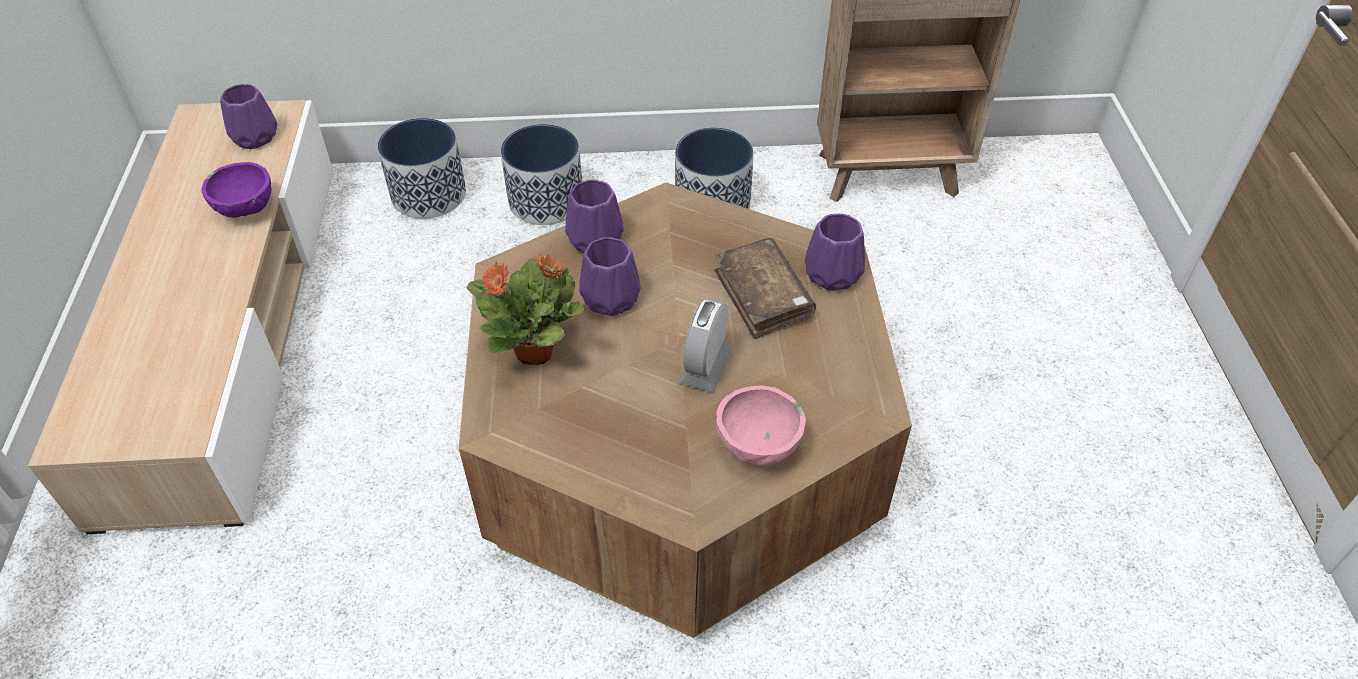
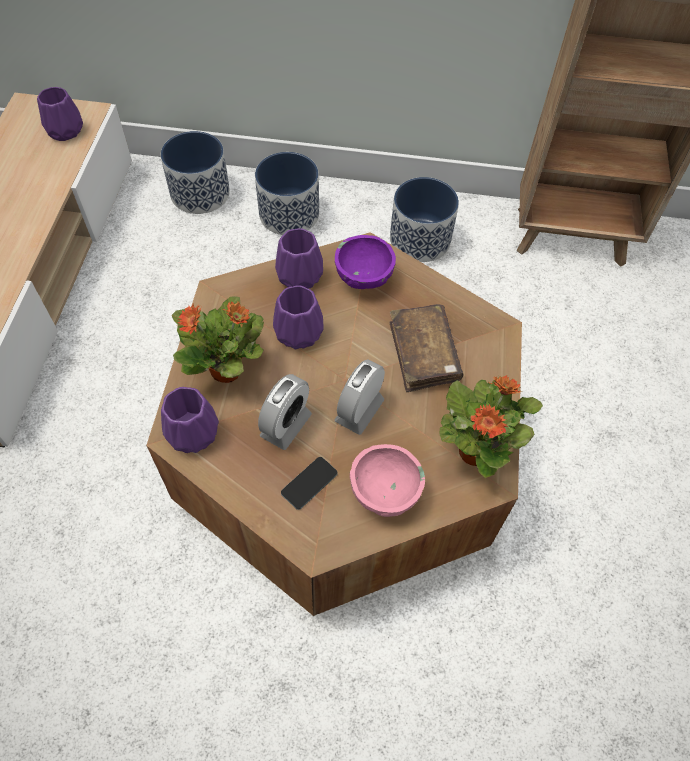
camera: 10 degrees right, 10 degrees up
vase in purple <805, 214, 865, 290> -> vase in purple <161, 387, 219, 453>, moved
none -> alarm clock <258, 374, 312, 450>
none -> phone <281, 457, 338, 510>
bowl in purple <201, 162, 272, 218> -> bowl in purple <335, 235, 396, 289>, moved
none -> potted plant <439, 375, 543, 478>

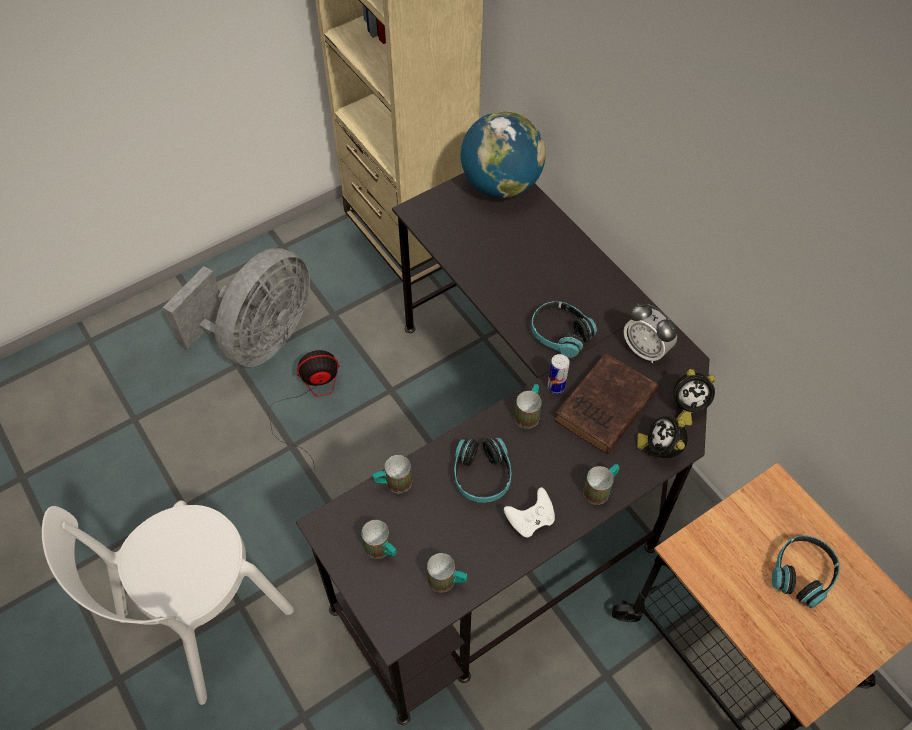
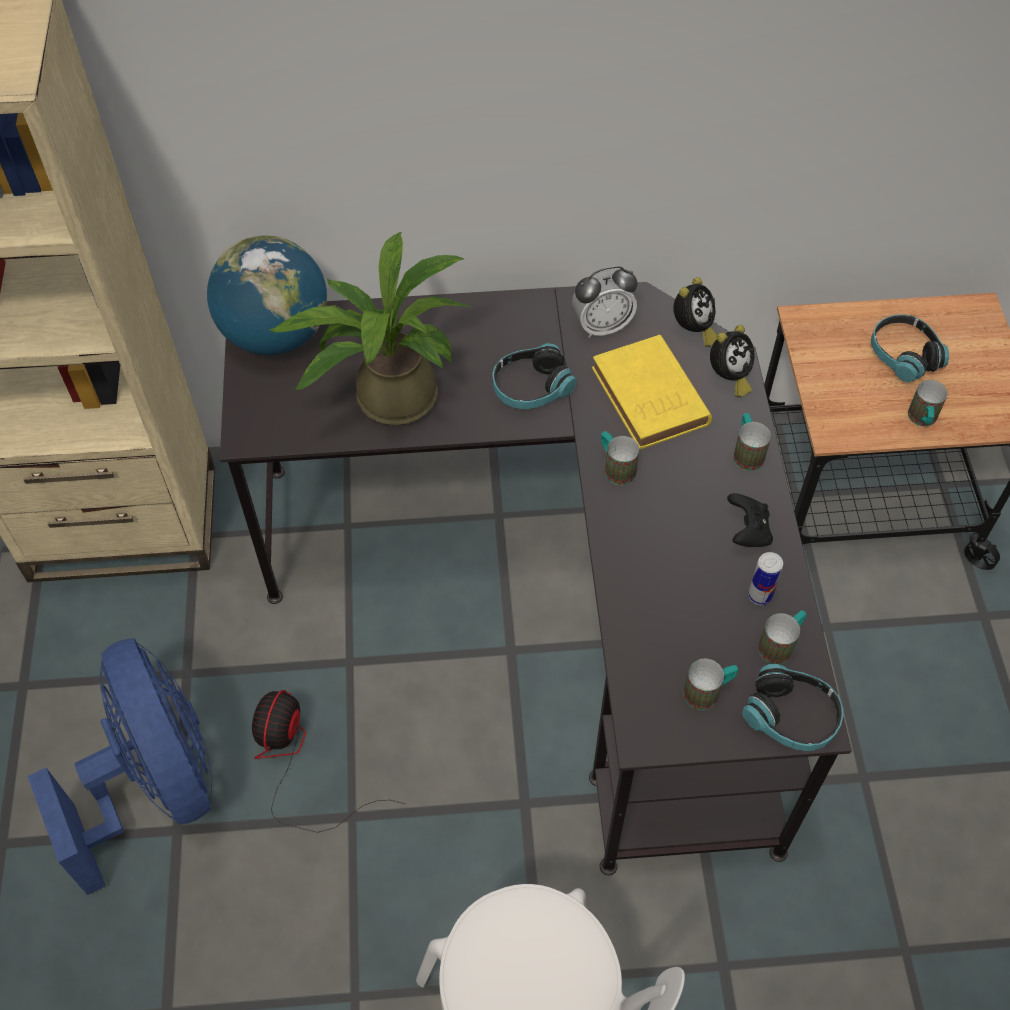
camera: 60 degrees left, 0 degrees up
fan in grey <163, 248, 310, 367> -> fan in blue <27, 638, 212, 895>
none -> potted plant <269, 232, 472, 425>
book in brown <554, 353, 658, 454> -> book in yellow <592, 335, 712, 449>
alarm clock <637, 416, 688, 458> -> alarm clock <710, 325, 754, 397>, 75 degrees counterclockwise
game controller in white <504, 487, 555, 538> -> game controller in black <727, 493, 773, 547>
headphones <454, 438, 512, 503> -> headphones <742, 664, 843, 751>, moved
can <547, 354, 570, 394> -> can <748, 552, 783, 605>, moved
mug <373, 455, 412, 493> -> mug <908, 380, 948, 427>, moved

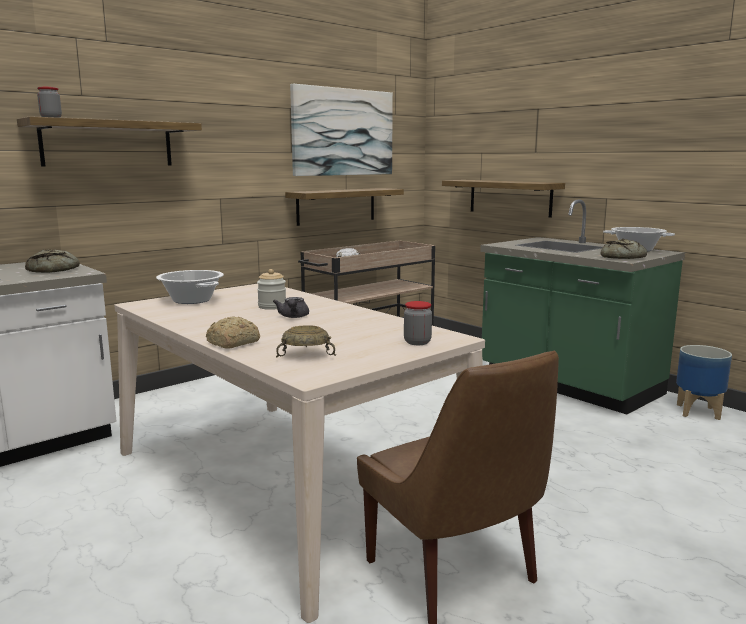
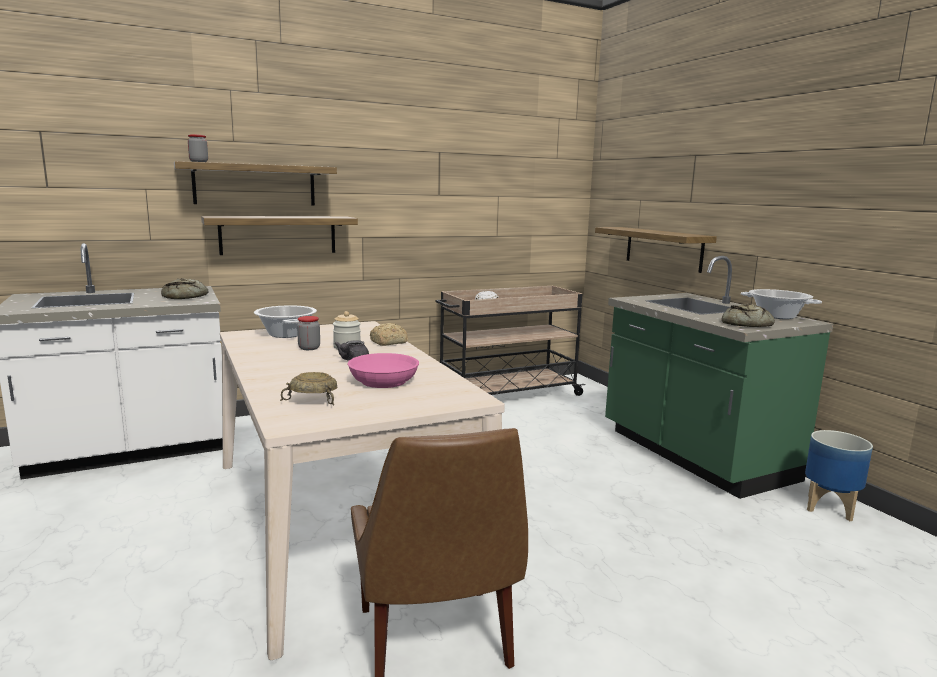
camera: 15 degrees right, 0 degrees up
shelf <285, 188, 404, 226> -> shelf <201, 216, 358, 255>, moved
jar <404, 301, 432, 345> -> jar <297, 316, 320, 350>, moved
none -> bowl in pink <347, 353, 419, 388>
bread <206, 316, 260, 349> -> bread <370, 323, 408, 346>, moved
picture <290, 83, 393, 176> -> none

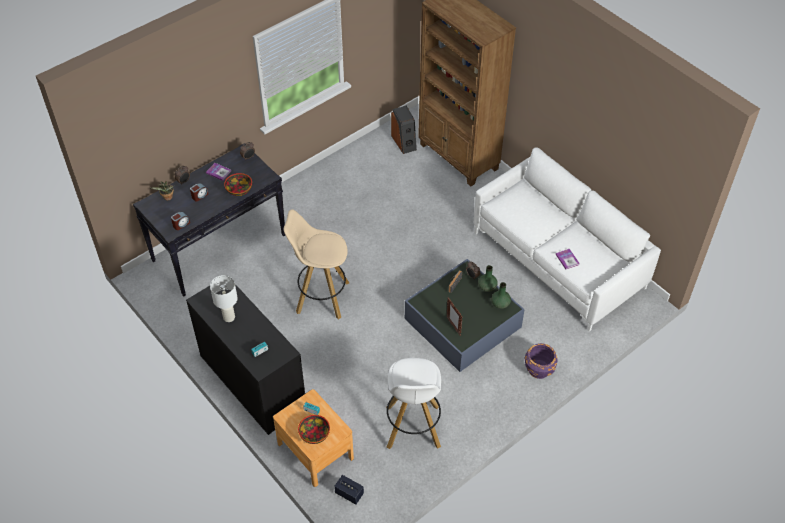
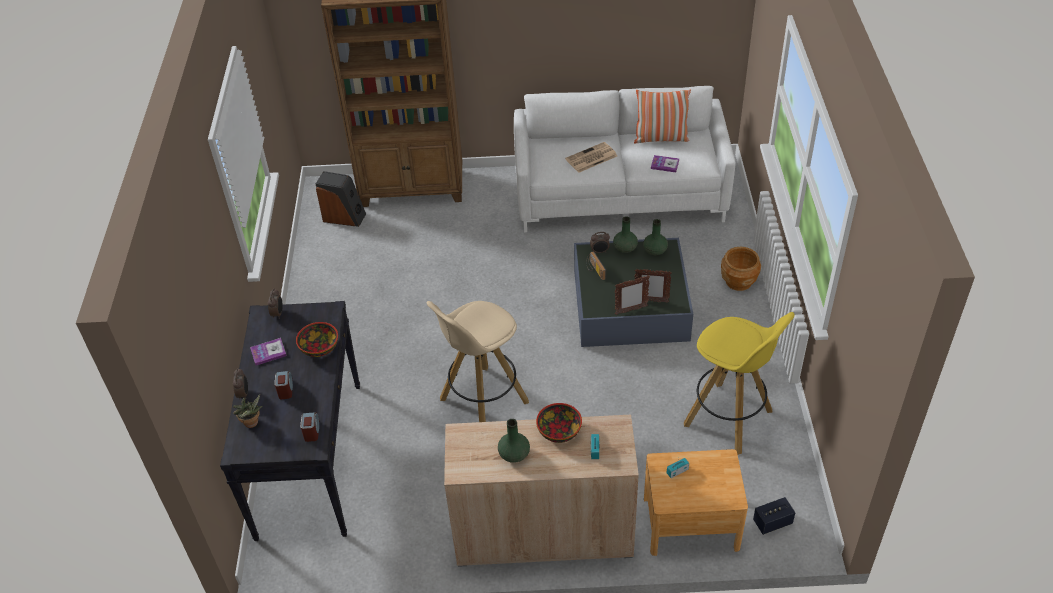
camera: 50 degrees left, 5 degrees down
cabinet in black <186, 275, 305, 435> -> cabinet in beige <444, 415, 639, 567>
table lamp in white <210, 275, 238, 322> -> vase in green <498, 419, 530, 463>
bowl <298, 415, 330, 444> -> bowl <536, 403, 582, 443>, moved
none -> newspaper <565, 142, 617, 173>
none -> picture frame <615, 275, 650, 315>
none -> pillow <634, 90, 691, 143>
stool in white <386, 358, 441, 449> -> stool in yellow <684, 312, 795, 455>
planter in purple <525, 343, 558, 379> -> planter in brown <721, 247, 761, 291>

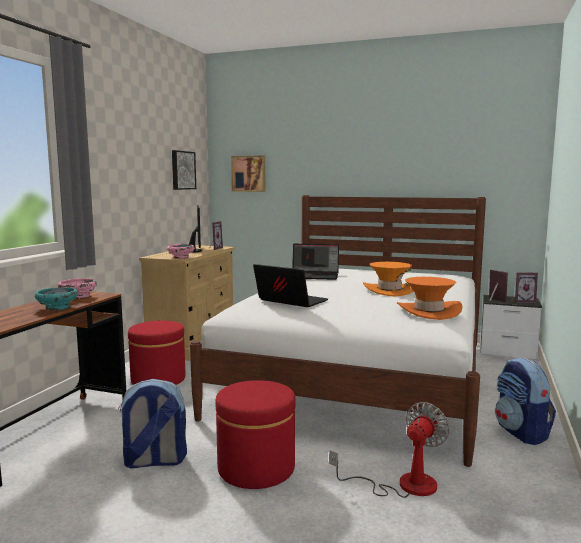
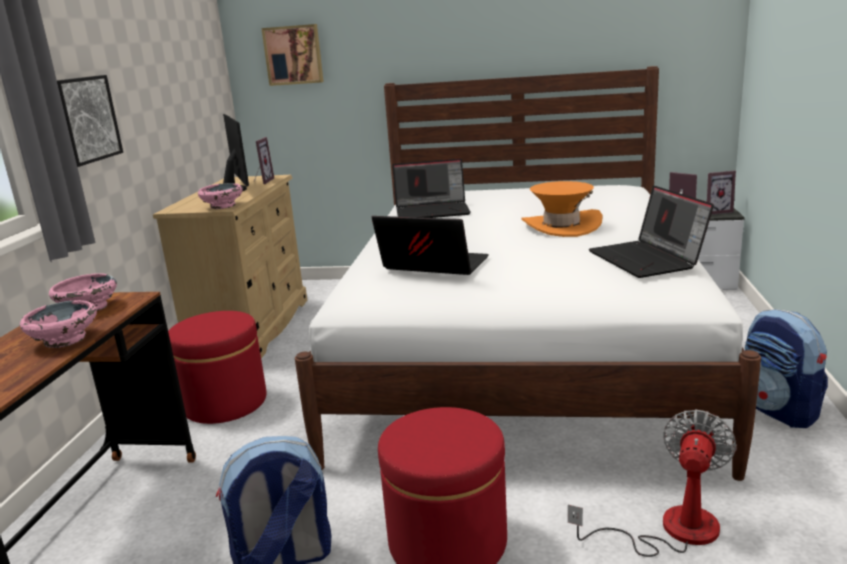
camera: 10 degrees left, 10 degrees up
bowl in turquoise <35, 287, 78, 311> -> bowl in pink <20, 300, 97, 348>
picture <172, 150, 196, 190> -> picture <57, 75, 123, 167>, moved
hat in orange <397, 277, 463, 320> -> laptop <589, 186, 714, 278>

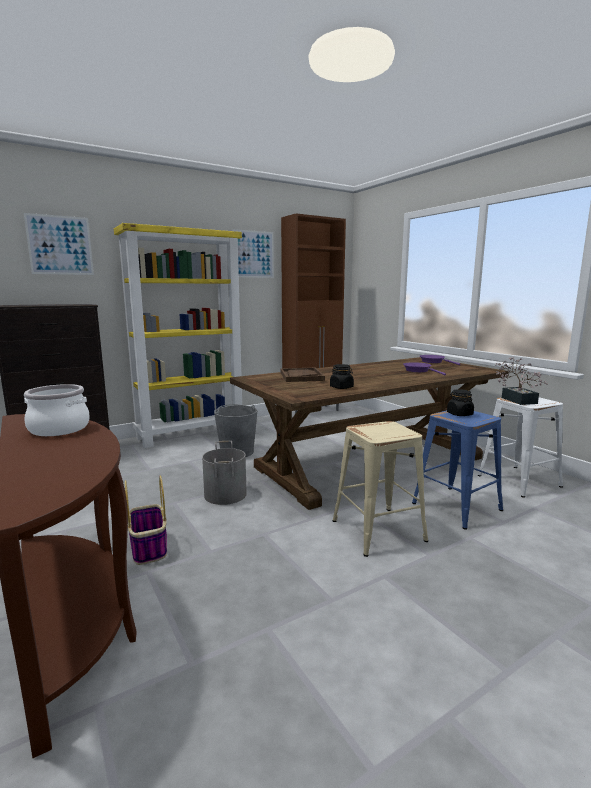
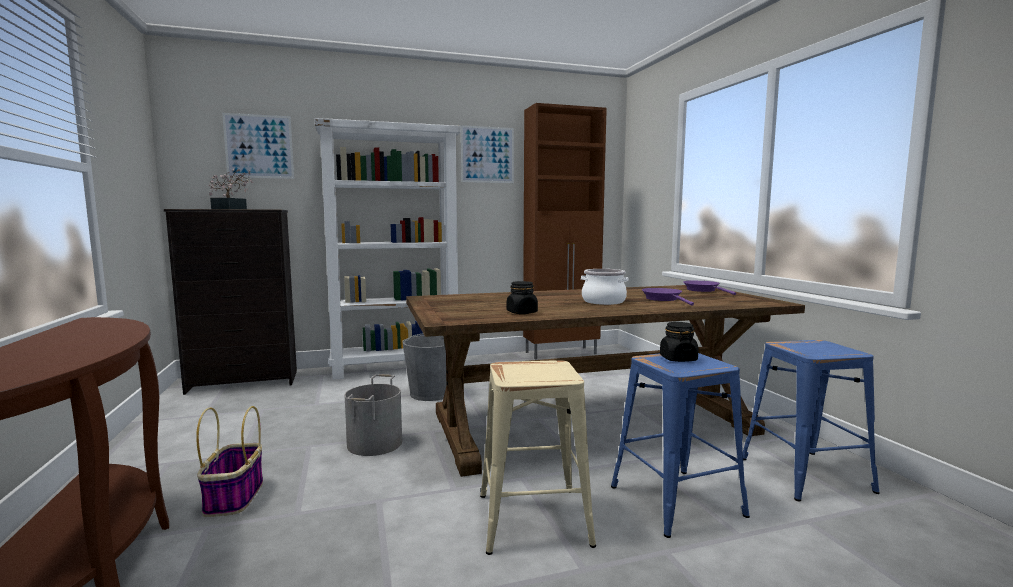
camera: 15 degrees right, 5 degrees down
potted plant <495, 357, 547, 405> -> potted plant <209, 168, 253, 209>, moved
bookcase in yellow <114, 223, 242, 448> -> bookcase in white <315, 118, 460, 380>
cooking pot <24, 384, 90, 436> -> cooking pot <581, 269, 629, 305>, moved
stool in white <478, 397, 563, 498> -> stool in blue <743, 340, 880, 502>
tray in brown <280, 368, 325, 382> -> none

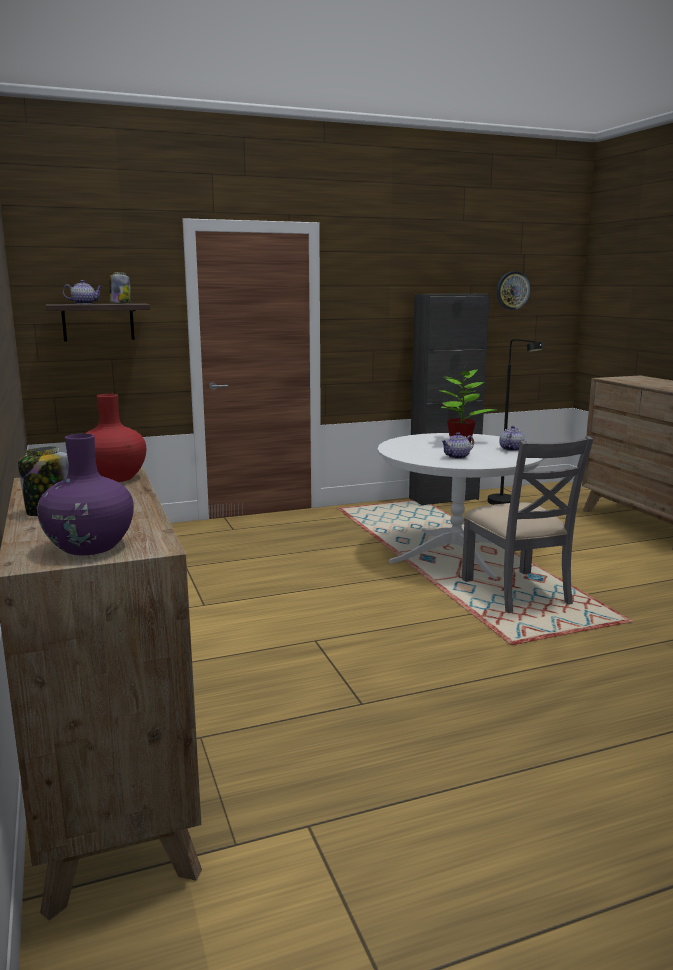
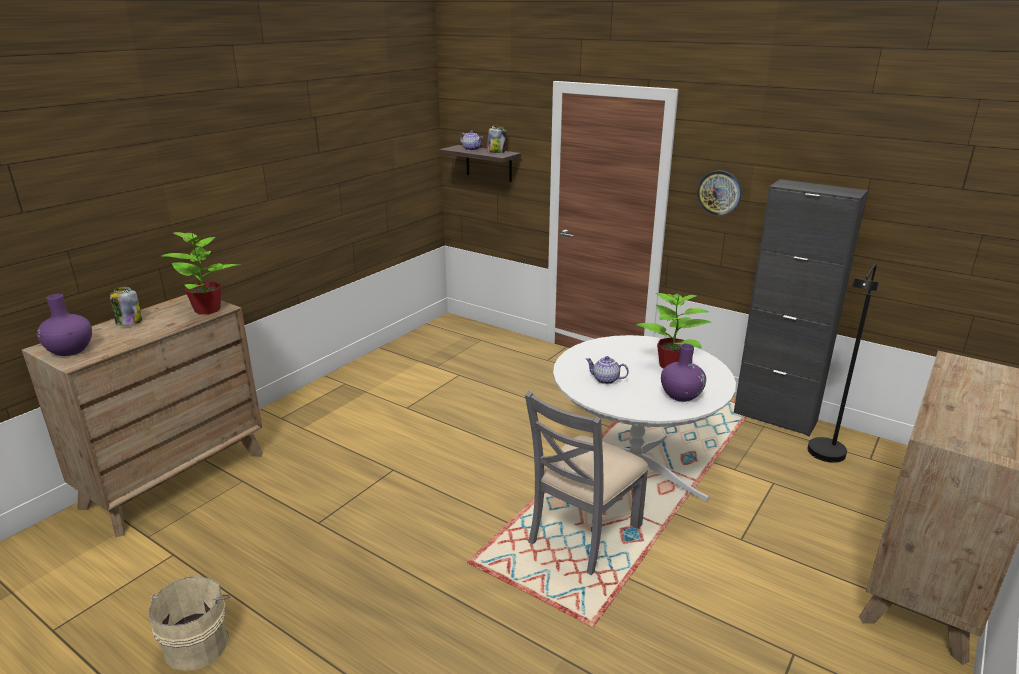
camera: 55 degrees right, 10 degrees up
none -> bucket in beige <149, 576, 230, 671>
vase in red <86, 394, 146, 482> -> potted plant <161, 227, 239, 315>
teapot <499, 426, 524, 451> -> vase in purple <661, 344, 706, 402>
wall clock <497, 271, 530, 310> -> wall clock <697, 170, 742, 216>, moved

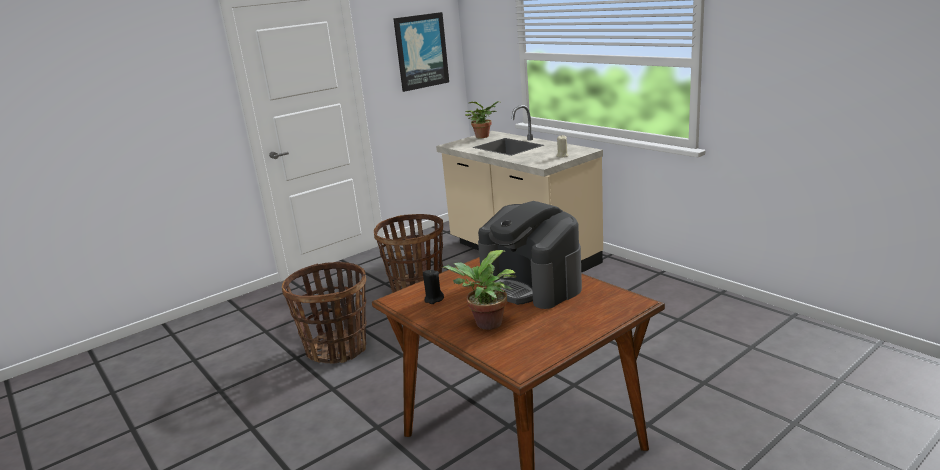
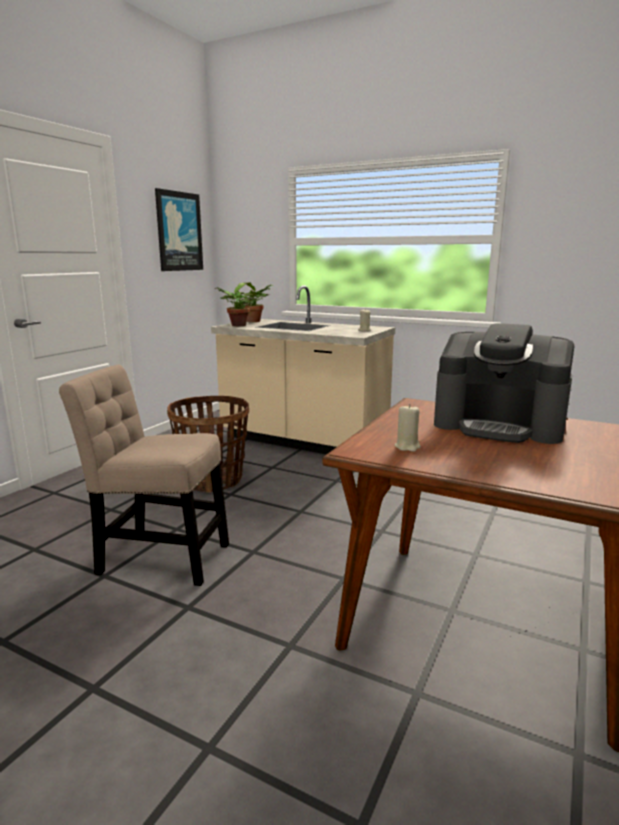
camera: 25 degrees left, 5 degrees down
basket <282, 262, 366, 364> -> chair in beige <59, 365, 229, 586>
potted plant <442, 250, 517, 330> -> potted plant <215, 283, 254, 326>, moved
candle in black <423, 269, 444, 304> -> candle in beige <394, 404, 421, 452>

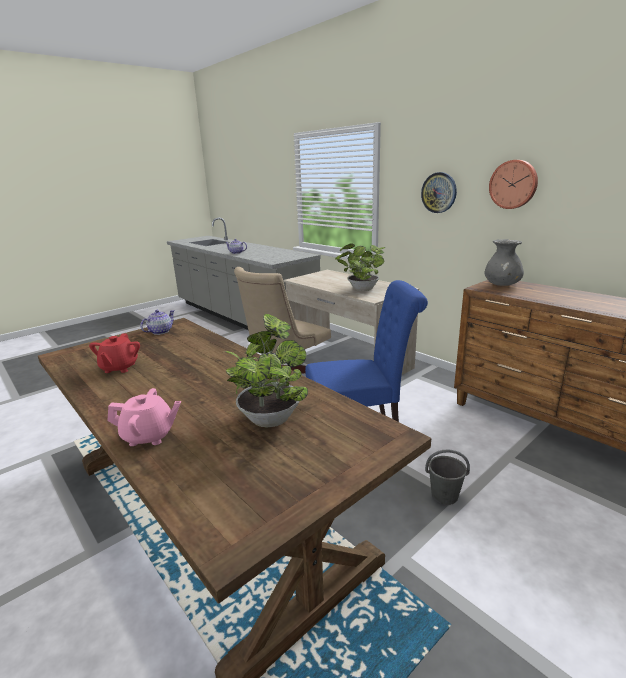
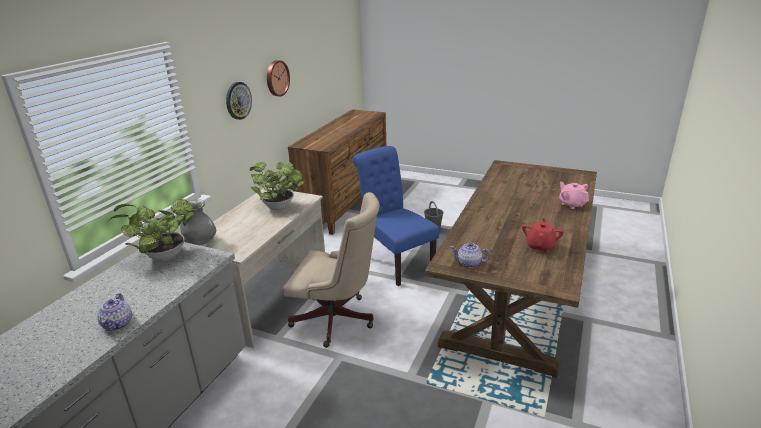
camera: 115 degrees left, 5 degrees up
potted plant <225, 314, 308, 427> -> potted plant <107, 199, 194, 262>, moved
vase in grey <484, 239, 524, 286> -> vase in grey <180, 200, 216, 245>, moved
teapot in red <89, 334, 140, 373> -> teapot in red <522, 219, 564, 253>, 45 degrees counterclockwise

